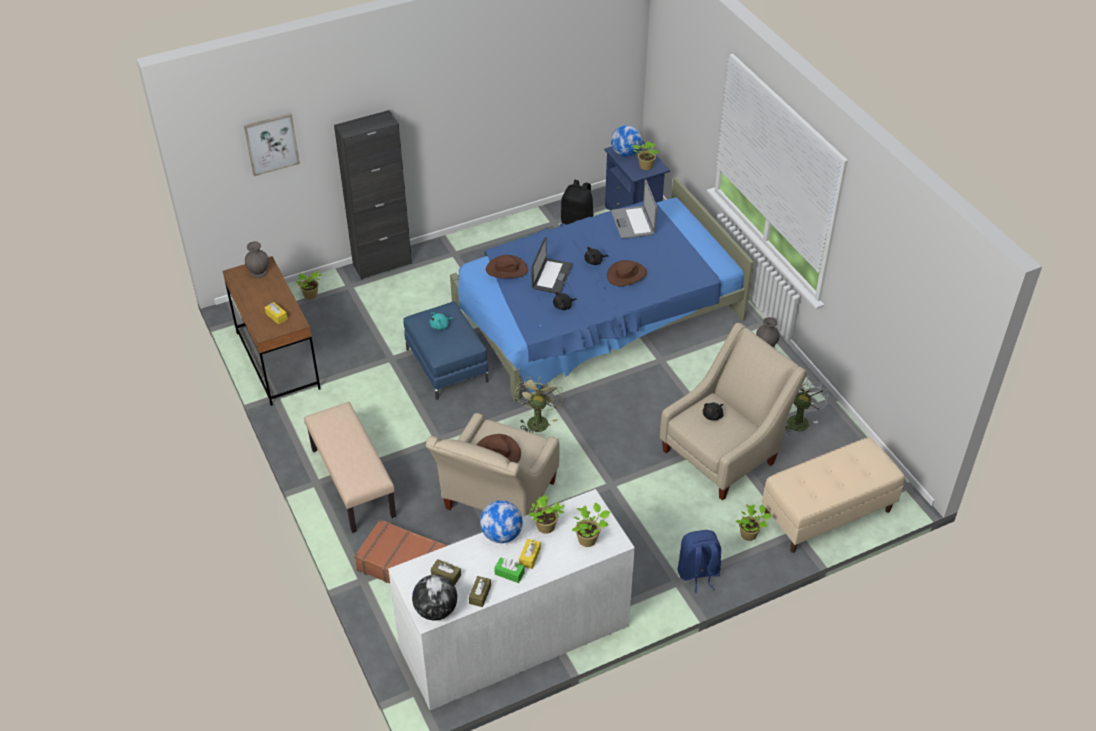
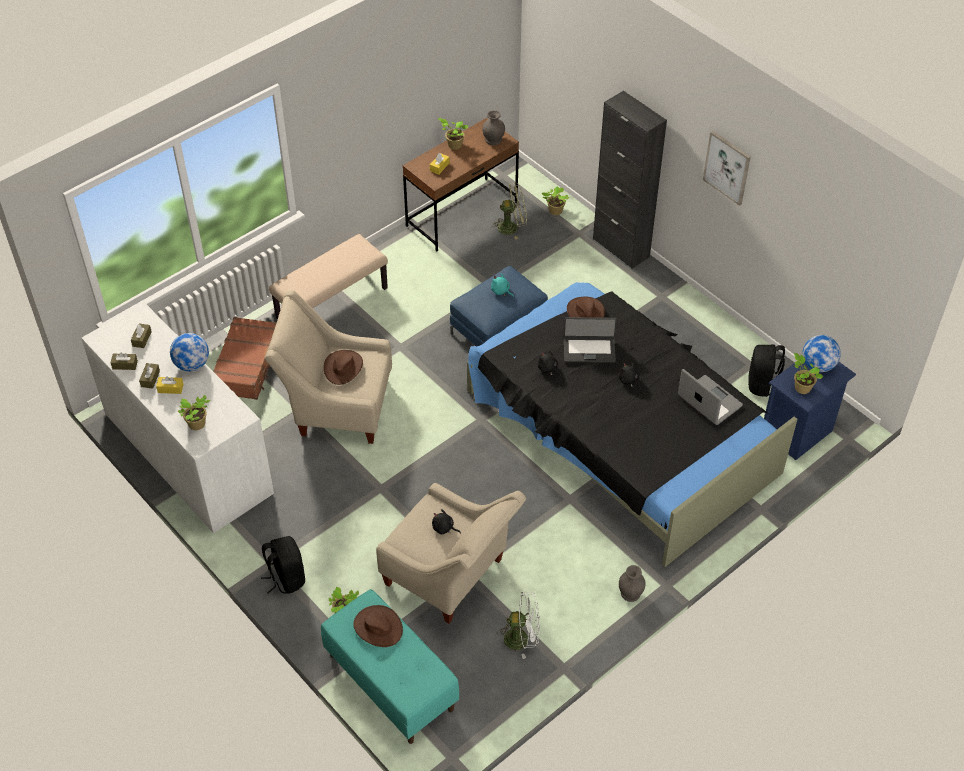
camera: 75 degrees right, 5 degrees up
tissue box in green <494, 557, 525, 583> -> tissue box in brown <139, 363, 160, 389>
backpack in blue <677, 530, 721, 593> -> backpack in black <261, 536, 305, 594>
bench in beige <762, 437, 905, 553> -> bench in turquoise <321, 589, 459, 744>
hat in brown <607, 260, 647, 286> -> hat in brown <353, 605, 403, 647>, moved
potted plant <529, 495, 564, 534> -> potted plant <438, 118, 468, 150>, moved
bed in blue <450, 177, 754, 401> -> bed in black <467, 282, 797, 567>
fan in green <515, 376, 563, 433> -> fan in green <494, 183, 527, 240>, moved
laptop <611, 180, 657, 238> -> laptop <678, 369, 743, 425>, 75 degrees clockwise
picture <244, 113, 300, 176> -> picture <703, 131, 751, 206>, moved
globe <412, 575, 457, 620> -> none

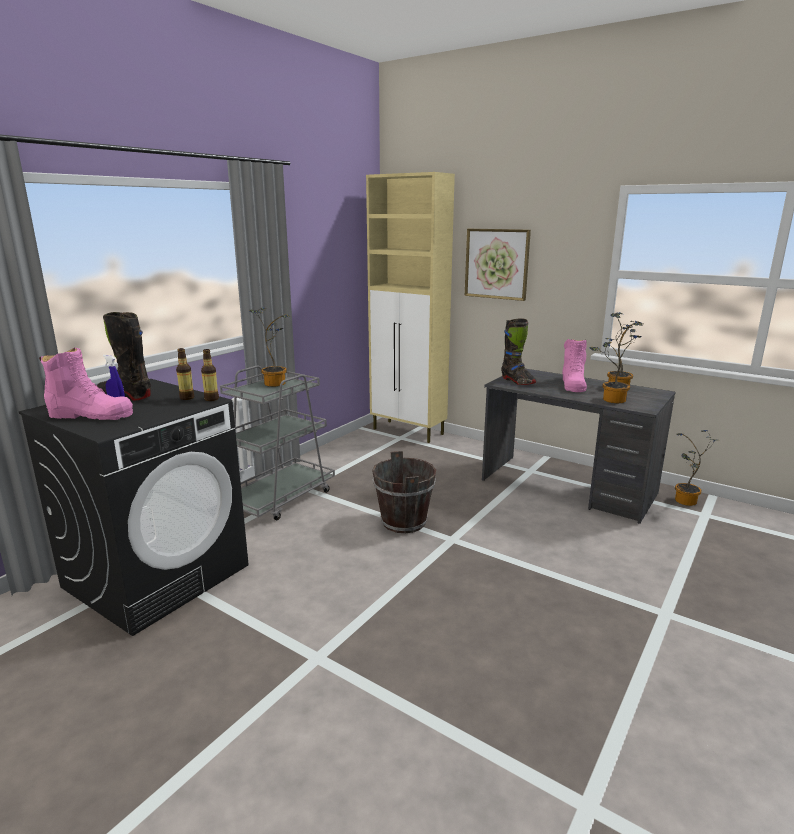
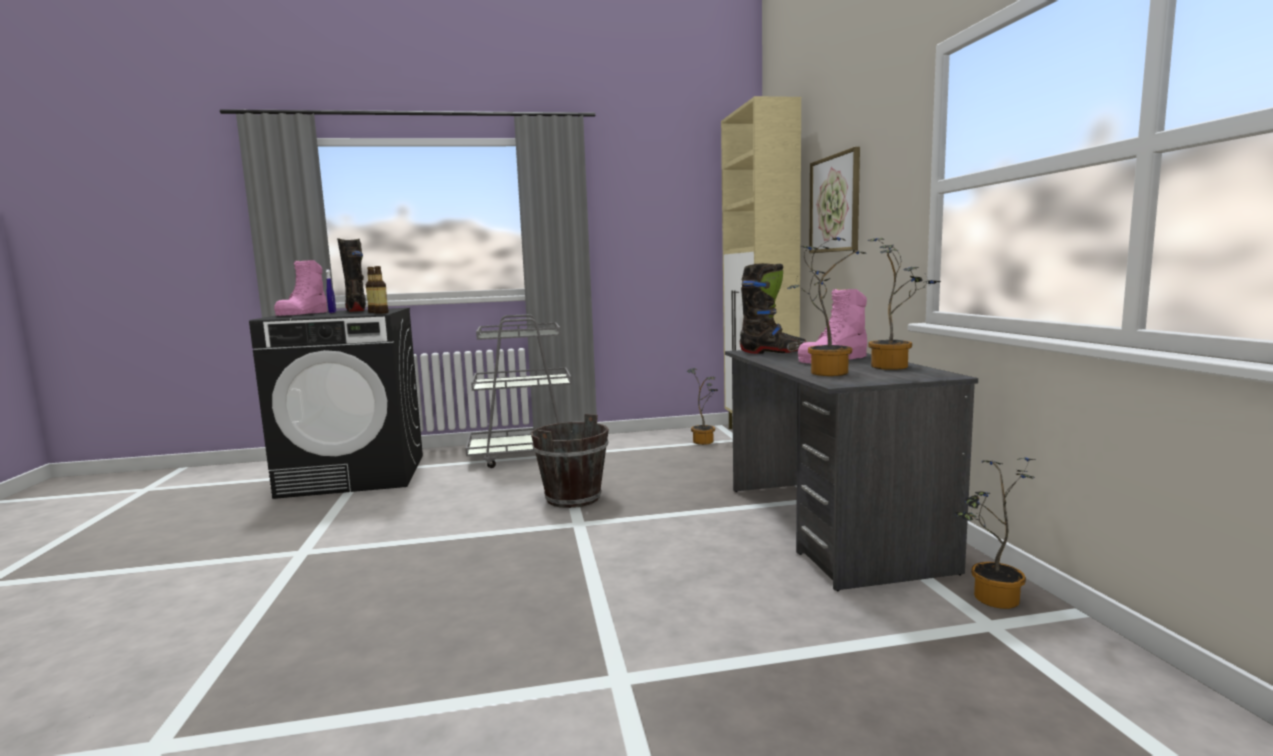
camera: 45 degrees right, 10 degrees down
boot in pink <39, 347, 133, 420> -> boot in pink <274, 260, 327, 316>, 45 degrees clockwise
potted plant <249, 307, 291, 387> -> potted plant <687, 368, 718, 445>, moved
boot in black <501, 318, 536, 385> -> boot in black <740, 263, 806, 354>, 105 degrees counterclockwise

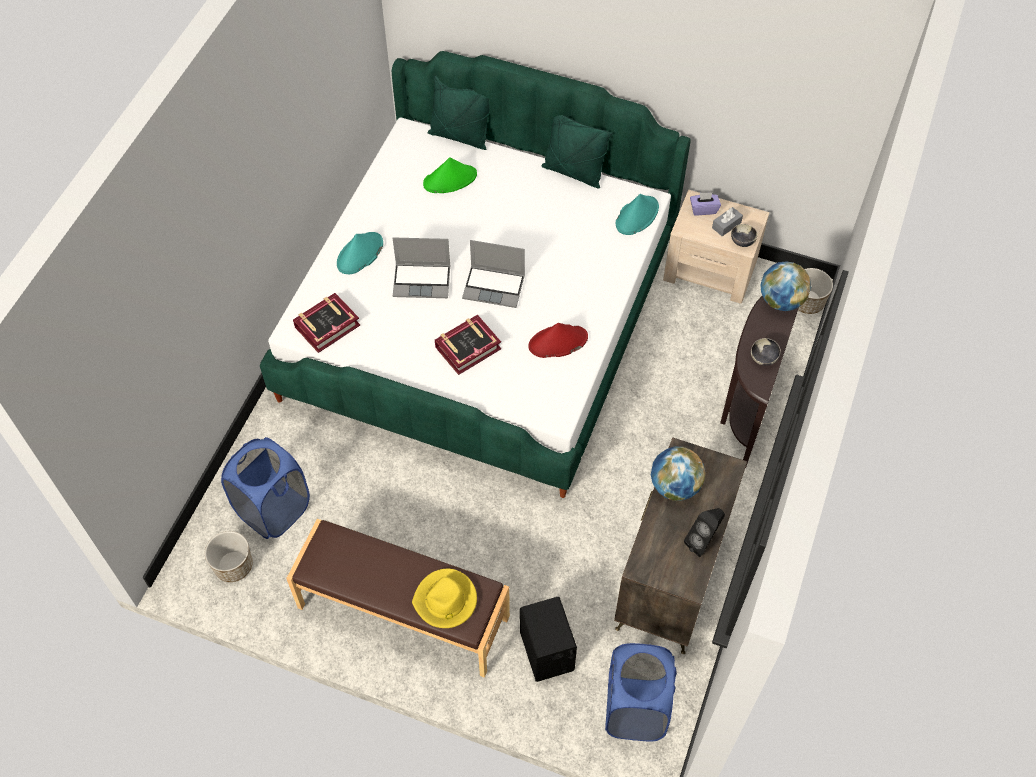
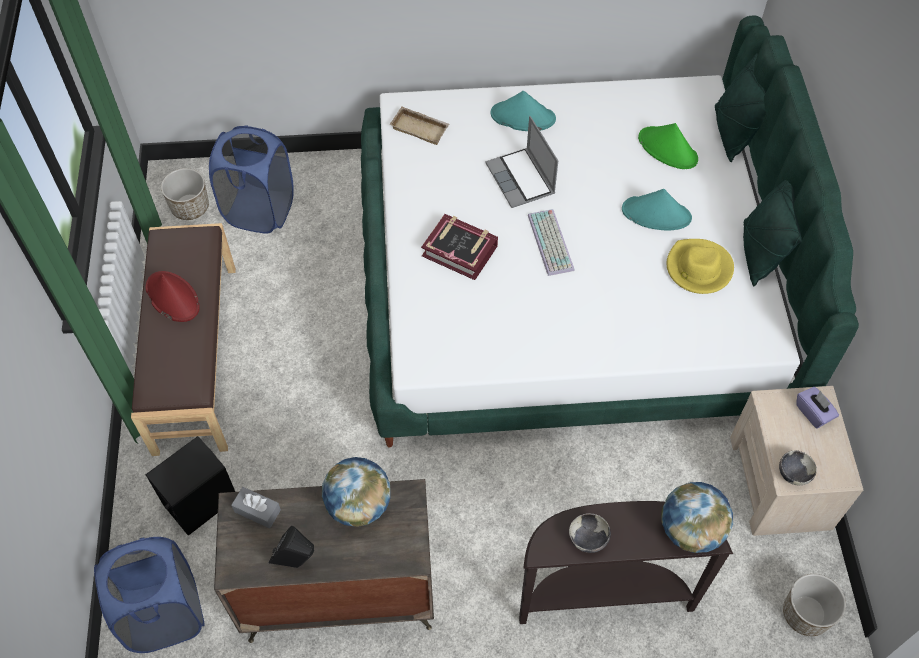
camera: 65 degrees right, 0 degrees up
hat in red <528, 323, 588, 358> -> hat in red <146, 271, 200, 322>, moved
tissue box in grey <712, 207, 743, 236> -> tissue box in grey <231, 487, 281, 528>, moved
book <293, 293, 360, 353> -> tray in beige <390, 107, 450, 145>
laptop <462, 240, 525, 308> -> keyboard <528, 209, 575, 276>
hat in turquoise <616, 194, 659, 235> -> hat in turquoise <622, 189, 692, 231>, moved
hat in yellow <412, 569, 477, 628> -> hat in yellow <666, 239, 734, 294>, moved

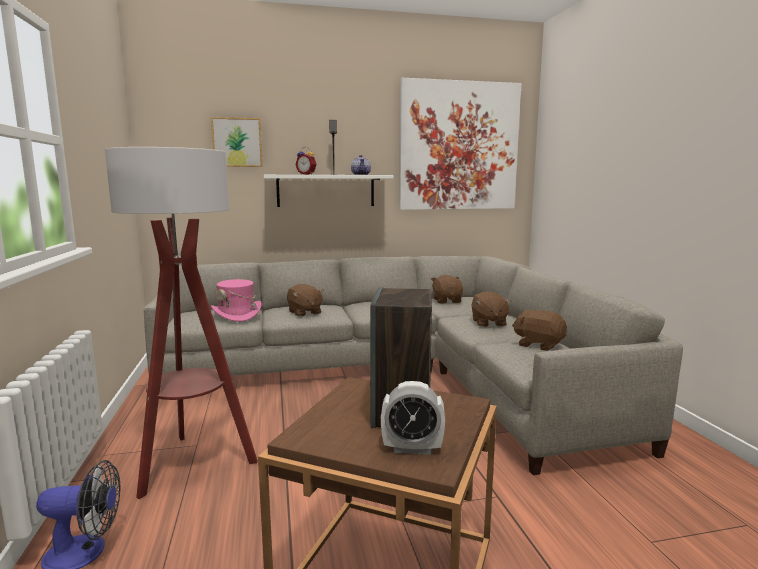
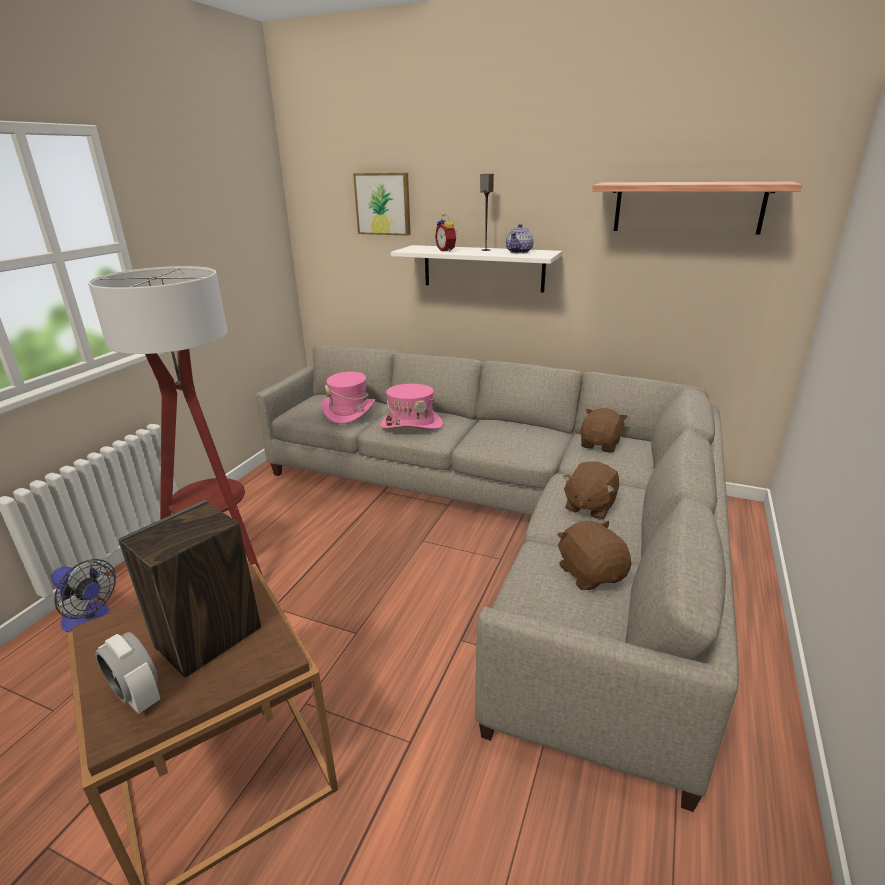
camera: 35 degrees right, 15 degrees up
plush toy in brown <287, 284, 324, 317> -> hat in pink <380, 384, 443, 429>
picture <399, 78, 522, 210> -> shelf <592, 182, 802, 234>

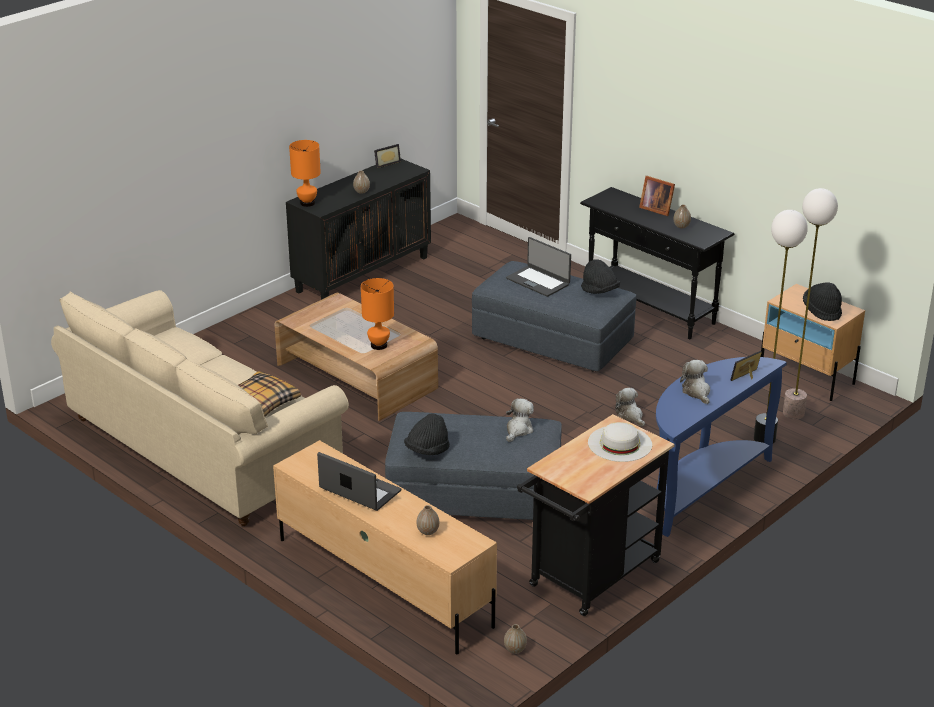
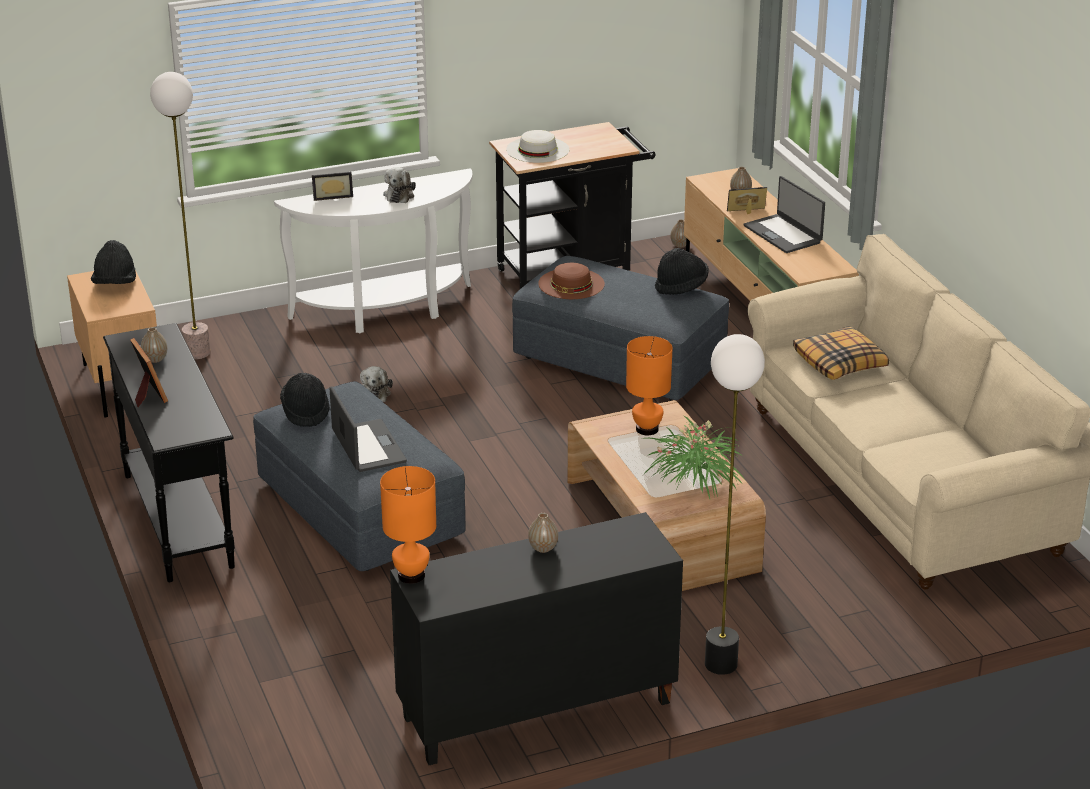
camera: 155 degrees left, 0 degrees up
console table in blue <656, 357, 787, 537> -> console table in white <274, 168, 472, 333>
table lamp in orange <289, 140, 321, 207> -> table lamp in orange <380, 466, 436, 584>, moved
plush toy <506, 398, 534, 442> -> hat in brown <538, 263, 605, 299>
none -> potted plant <641, 416, 743, 499>
floor lamp <754, 210, 808, 443> -> floor lamp <705, 334, 765, 675>, moved
picture frame <374, 144, 401, 168> -> picture frame <727, 187, 767, 214>, moved

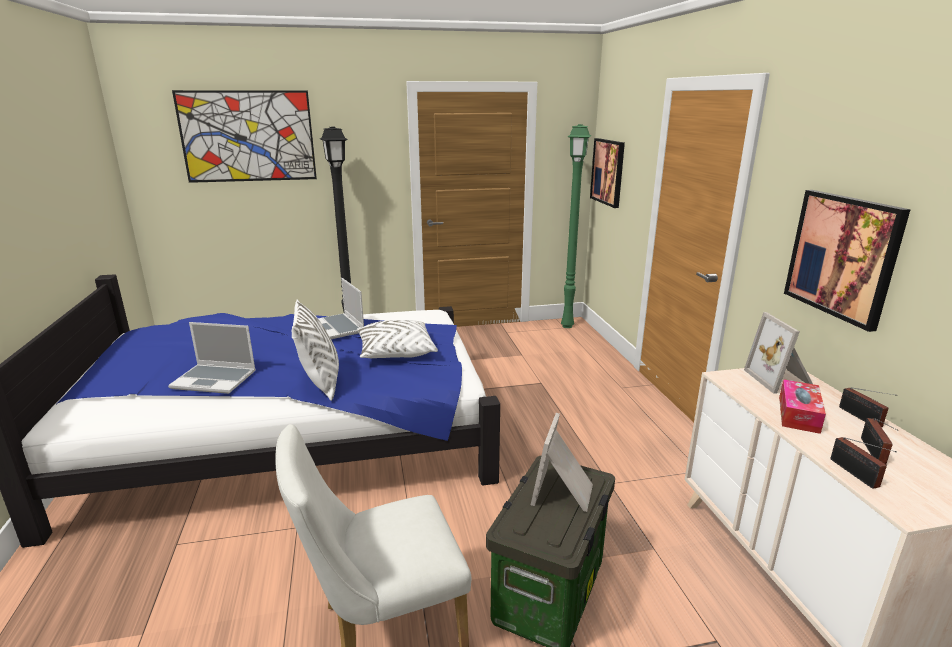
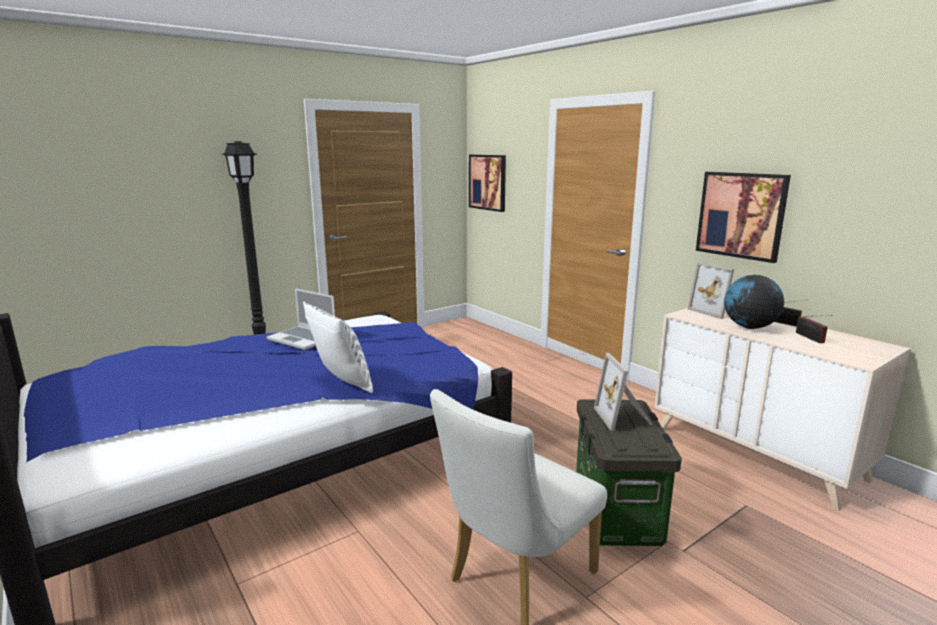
camera: 25 degrees left, 5 degrees down
tissue box <779, 379, 826, 434> -> globe <724, 275, 784, 329>
laptop <168, 322, 256, 394> -> none
picture <172, 90, 317, 183> -> none
pillow in white <357, 320, 438, 359> -> none
floor lamp in green <561, 124, 591, 328> -> none
radio <830, 437, 897, 489> -> none

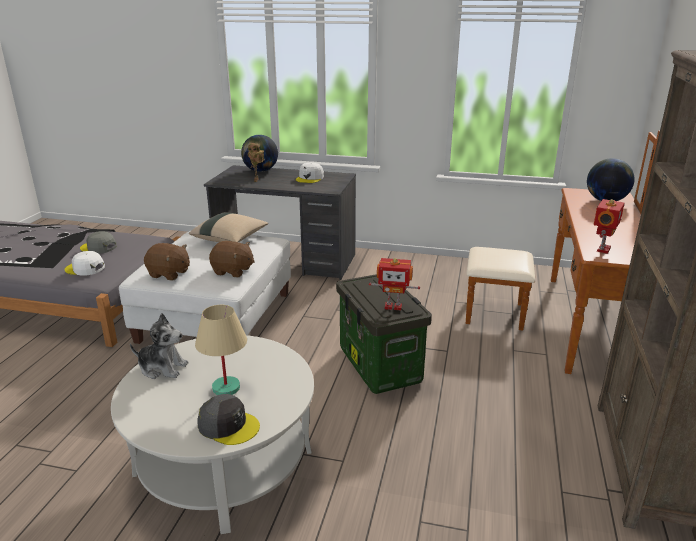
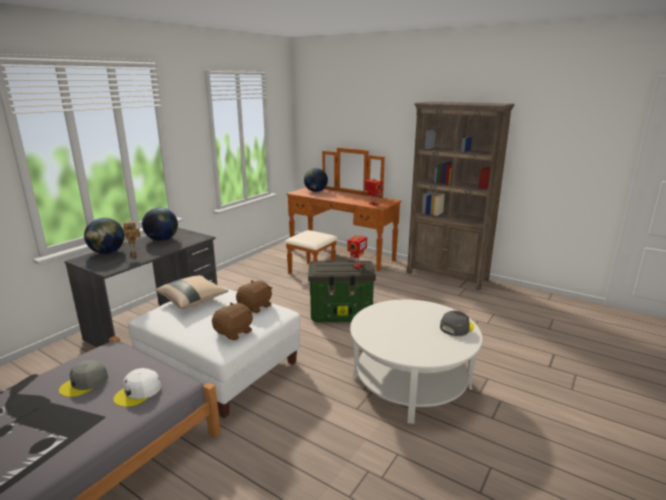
camera: 70 degrees left, 5 degrees down
cap in white <296, 163, 324, 183> -> globe <142, 207, 178, 241>
plush toy <130, 313, 188, 379> -> none
table lamp in beige <195, 305, 247, 395> -> none

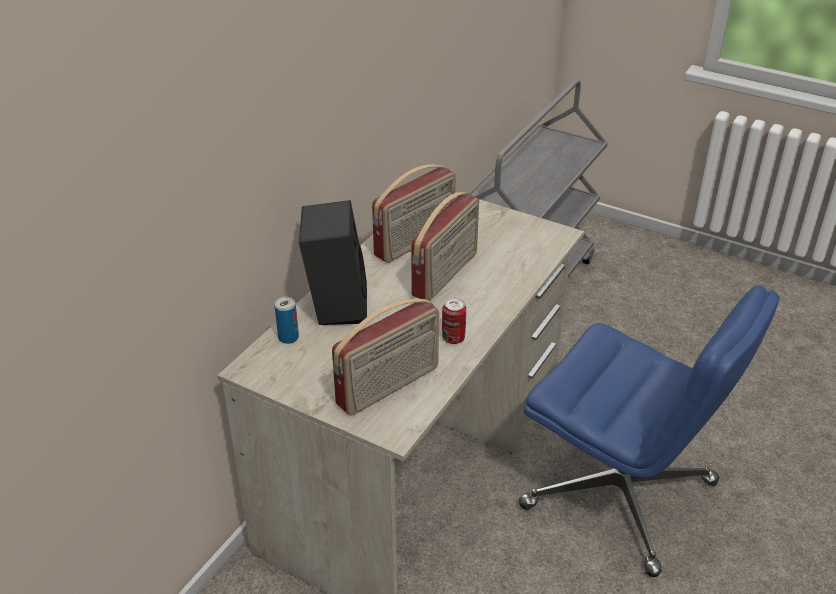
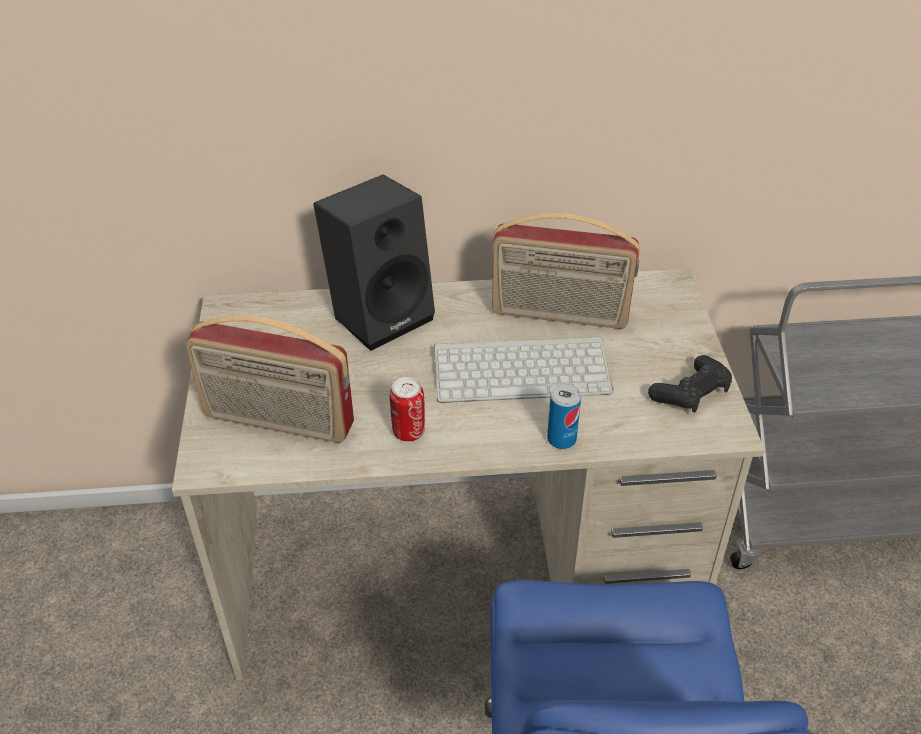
camera: 55 degrees right, 5 degrees up
radio <411, 192, 479, 301> -> keyboard <434, 336, 613, 403>
can <274, 297, 299, 344> -> can <547, 384, 581, 449>, moved
none -> game controller in black <648, 355, 732, 413>

